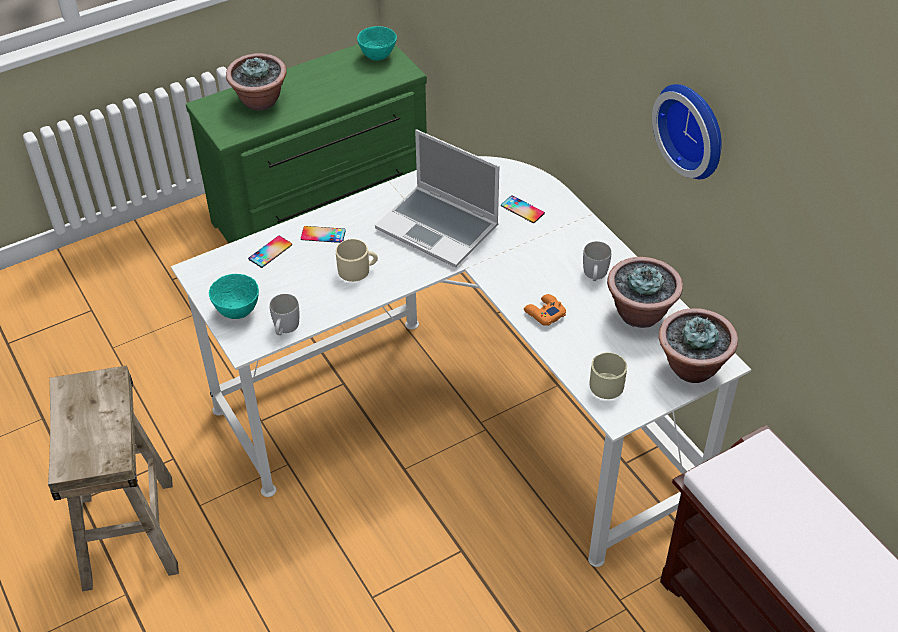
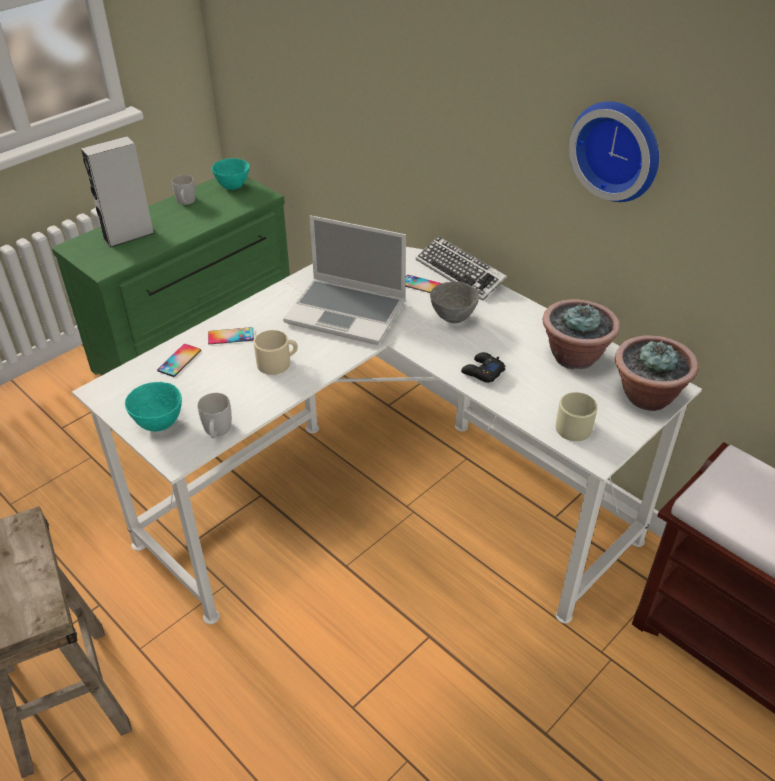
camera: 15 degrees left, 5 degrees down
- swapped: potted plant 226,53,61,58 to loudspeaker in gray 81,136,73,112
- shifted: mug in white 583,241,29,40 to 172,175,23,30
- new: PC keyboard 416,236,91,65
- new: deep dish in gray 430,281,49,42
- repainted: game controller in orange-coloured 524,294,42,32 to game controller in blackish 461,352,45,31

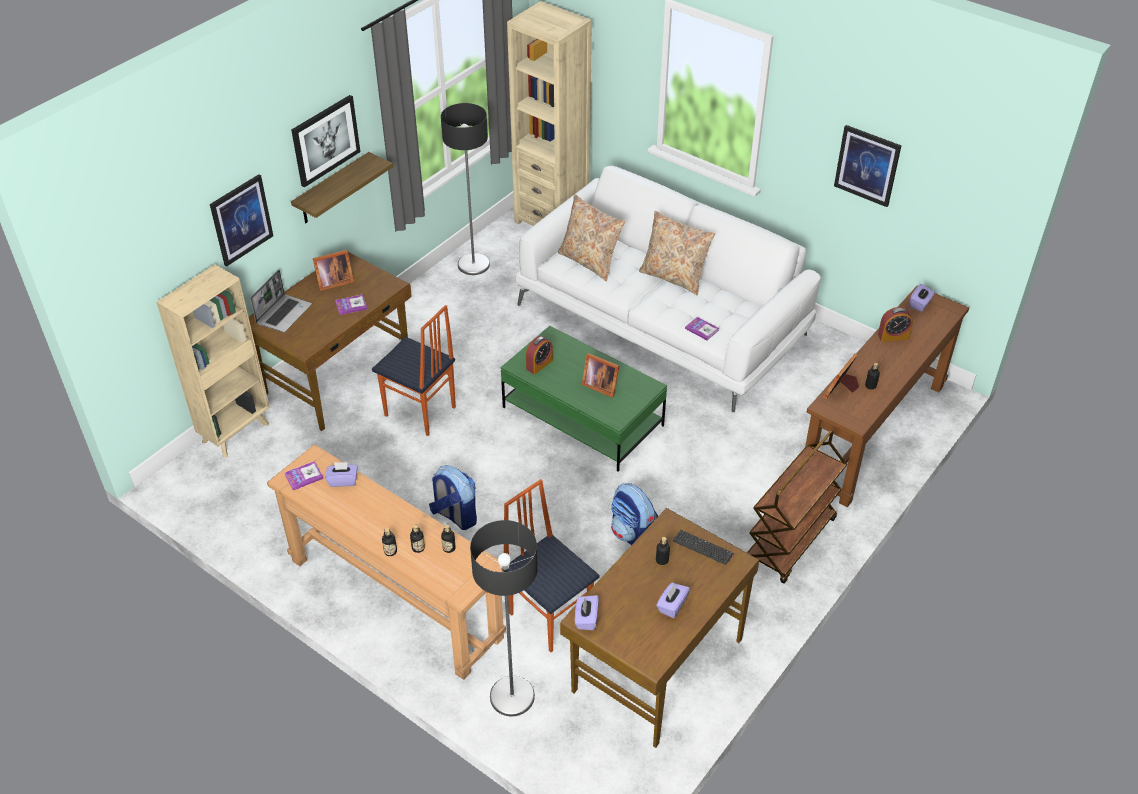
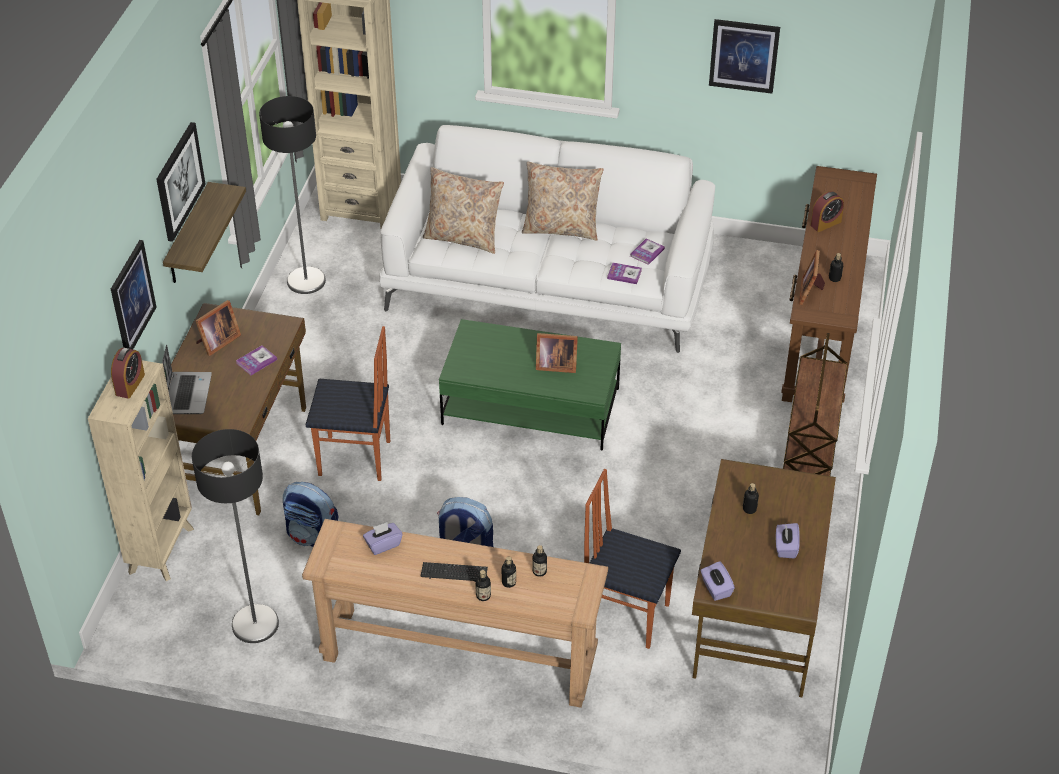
camera: 25 degrees left, 0 degrees up
- shifted: alarm clock 526,336,27,39 to 111,348,34,51
- shifted: standard lamp 470,520,68,196 to 192,429,87,214
- shifted: knapsack 611,483,47,62 to 283,482,55,65
- shifted: PC keyboard 673,530,61,35 to 421,562,67,20
- shifted: volume 285,461,39,29 to 630,238,35,27
- gone: box of tissues in purple 910,284,25,28

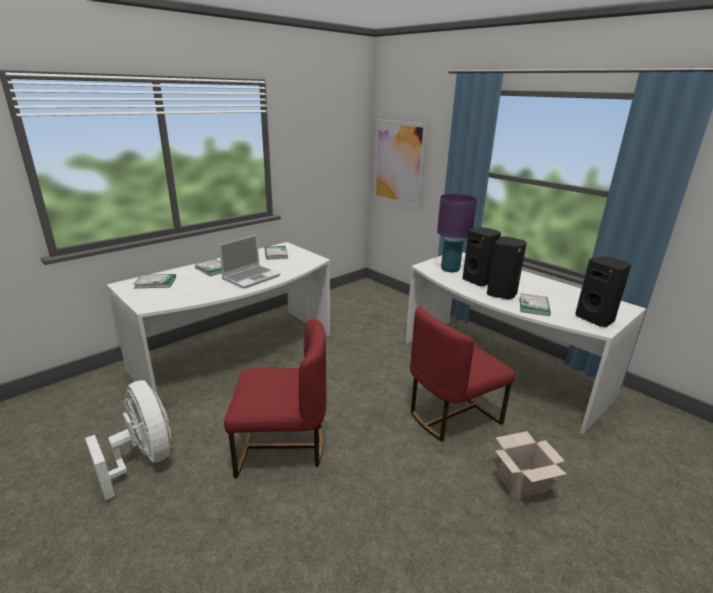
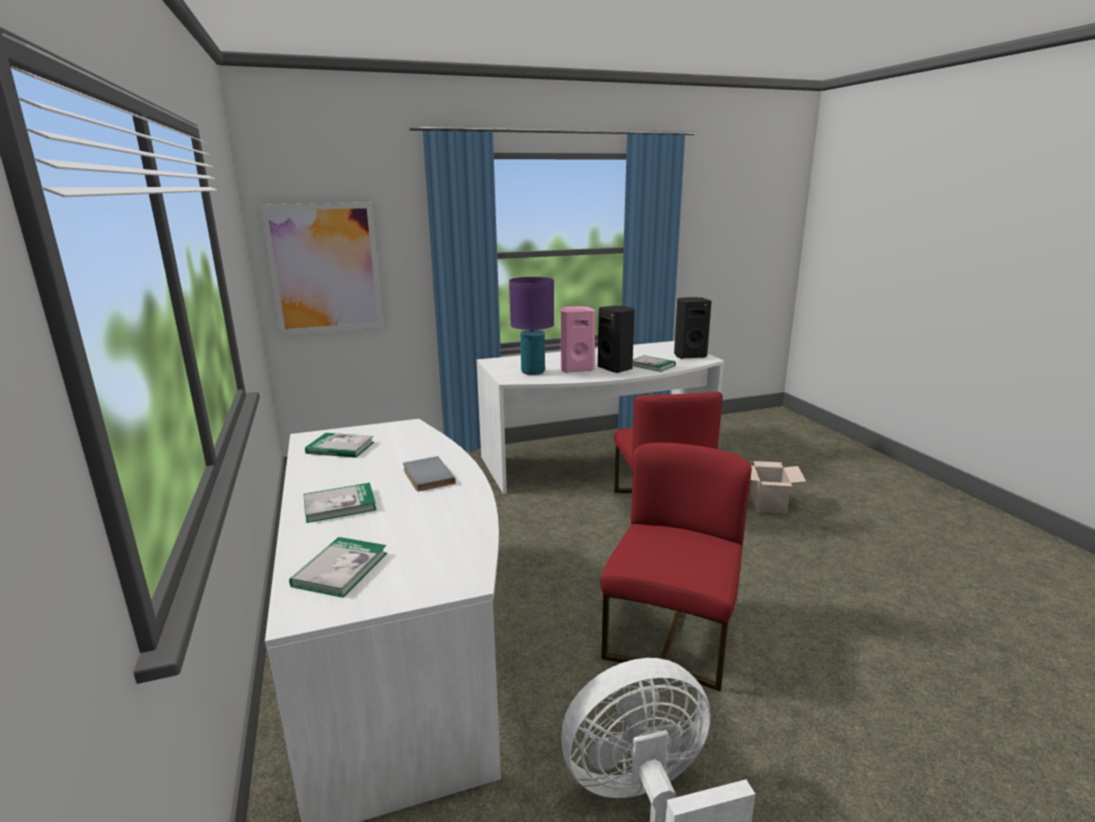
camera: 65 degrees left, 5 degrees down
- swapped: portable computer 219,235,61,54 to volume in gray 403,456,52,35
- repainted: loudspeaker in blackish 462,227,39,59 to loudspeaker in pink 561,306,34,67

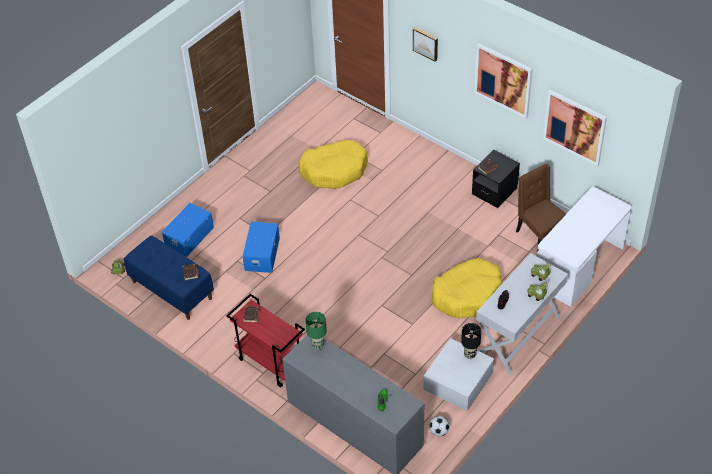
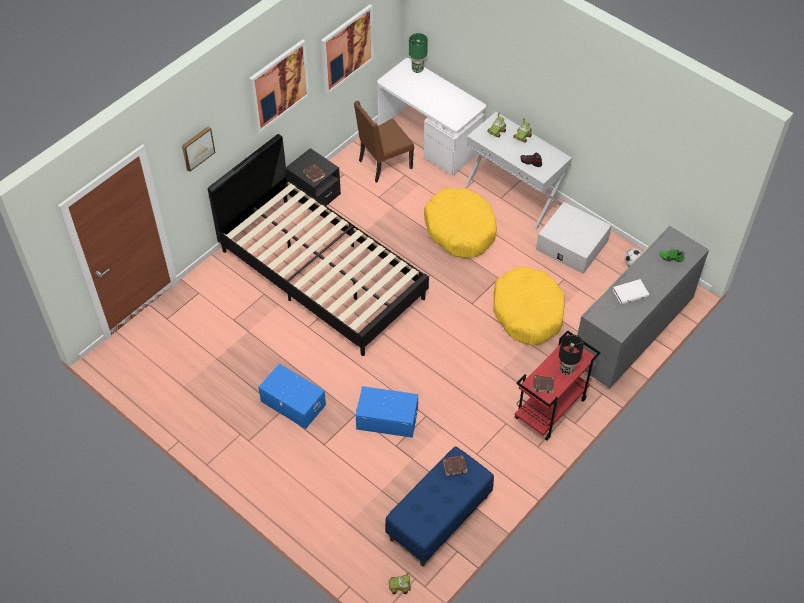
camera: 90 degrees left, 5 degrees up
- new: sleeping bed in blackish 208,134,221,222
- shifted: storage box in blue 162,203,52,54 to 258,363,68,66
- shifted: lamp for a table in green-coloured 305,312,22,38 to 409,33,19,40
- shifted: dog bed in yellowish 298,140,70,49 to 493,266,72,79
- shifted: lamp for a table in blackish 461,323,20,36 to 559,334,25,41
- new: volume in white 613,279,36,26

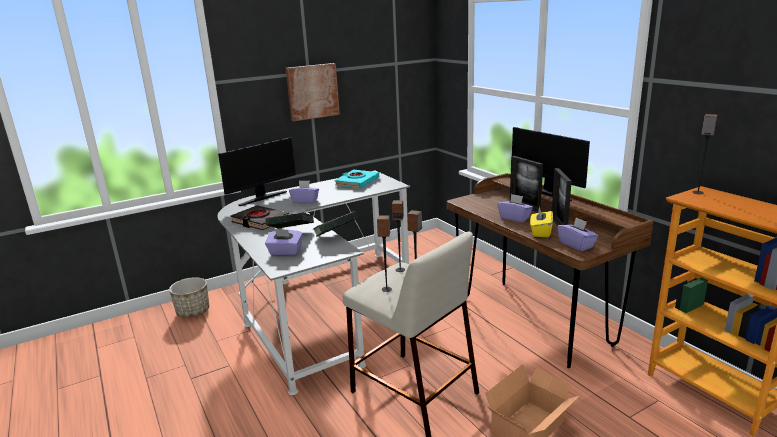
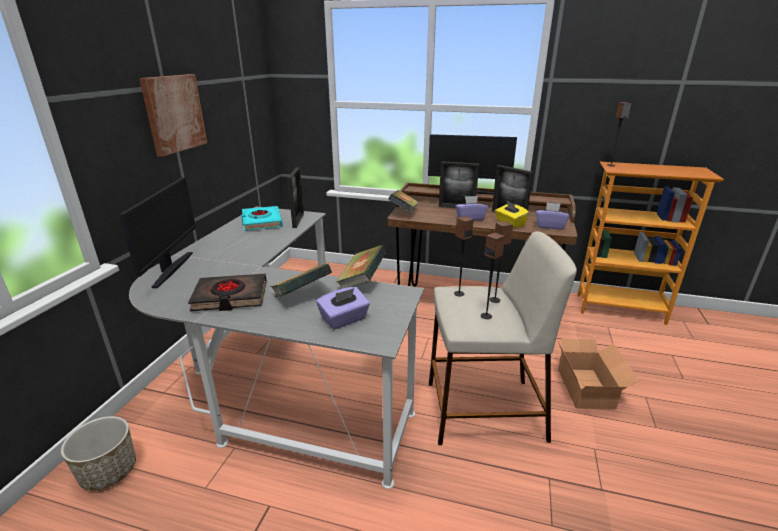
camera: 45 degrees left, 5 degrees up
- new: photo frame 287,167,17,61
- new: volume 388,190,30,23
- gone: box of tissues in purple 289,181,30,22

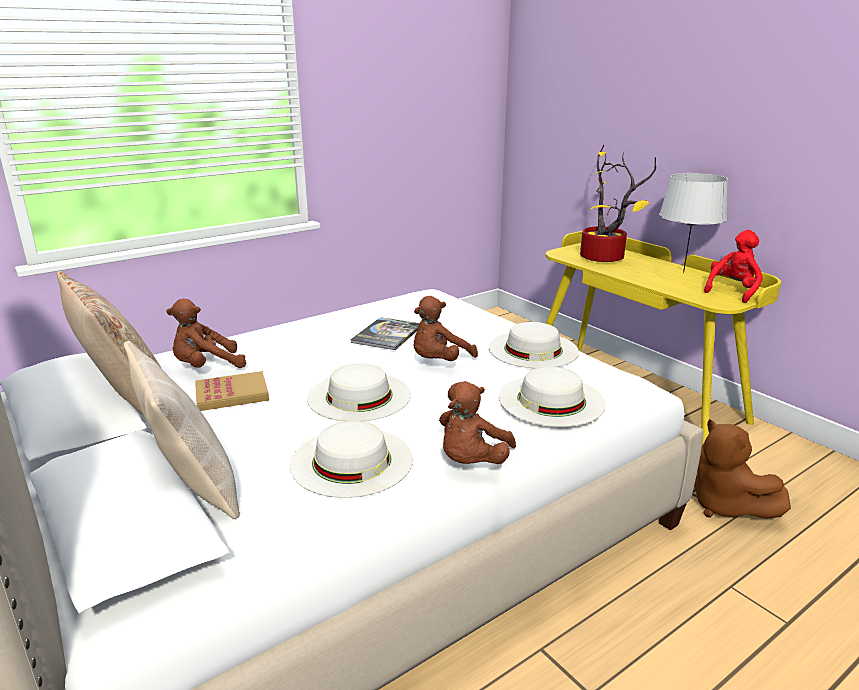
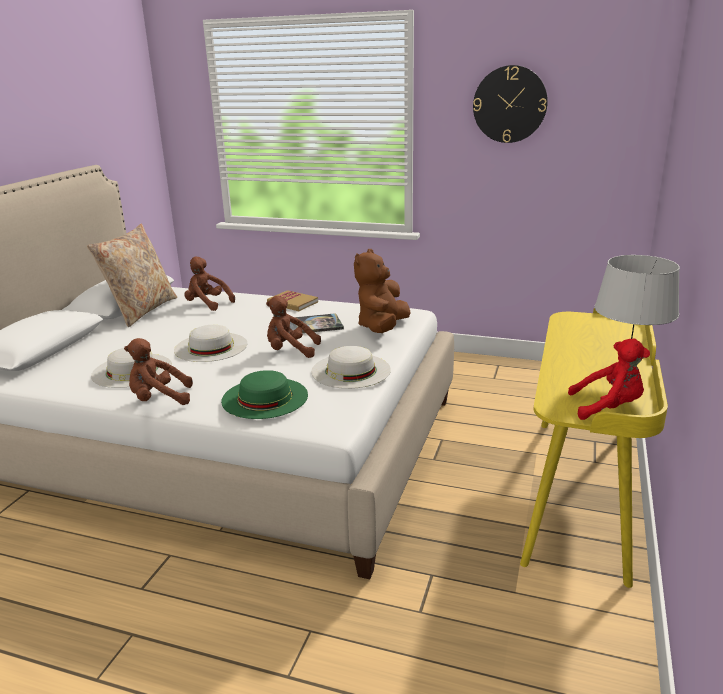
camera: 55 degrees right, 0 degrees up
- repainted: clothing hat in white 499,367,107,60 to clothing hat in green-coloured 221,370,87,49
- shifted: volume 195,371,74,40 to 267,290,51,21
- shifted: soft toy in brownish 694,419,97,100 to 354,249,57,84
- new: wall clock 473,65,75,78
- gone: throw pillow in beige 124,340,116,179
- gone: potted plant 580,145,76,117

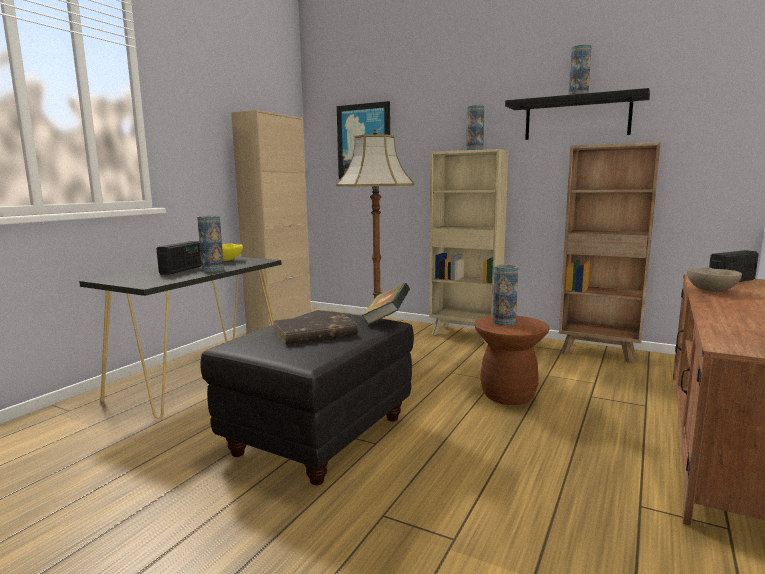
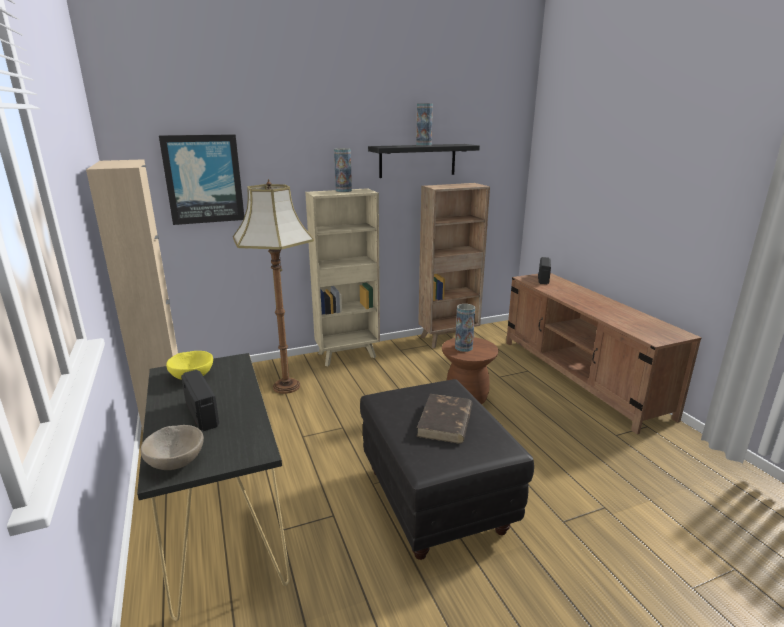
camera: 50 degrees left, 10 degrees up
- shifted: deep dish in beige 687,267,55,25 to 141,425,63,45
- gone: decorative vase 197,216,27,56
- gone: volume 362,283,48,42

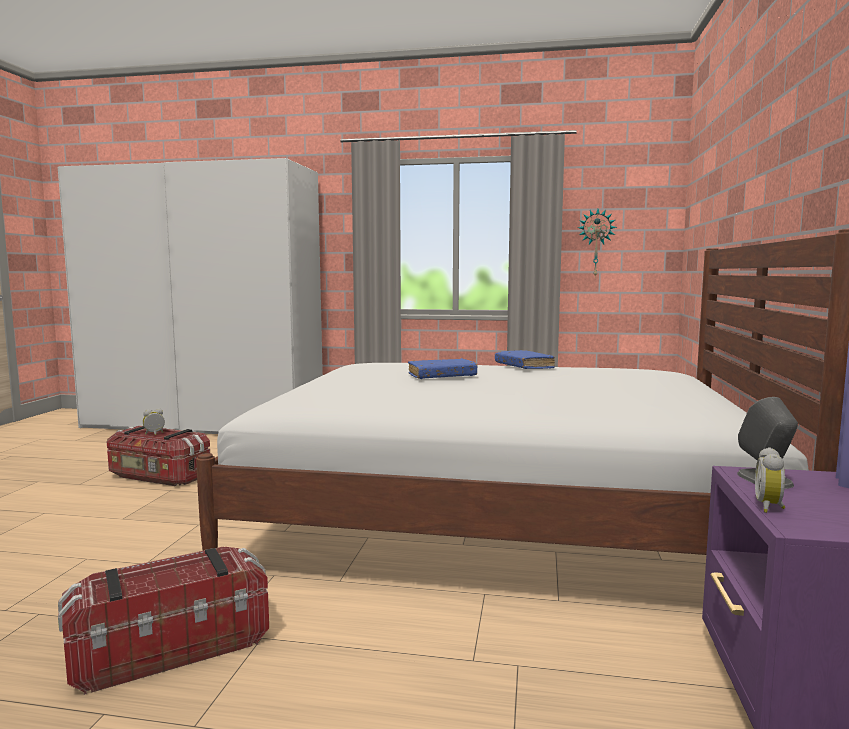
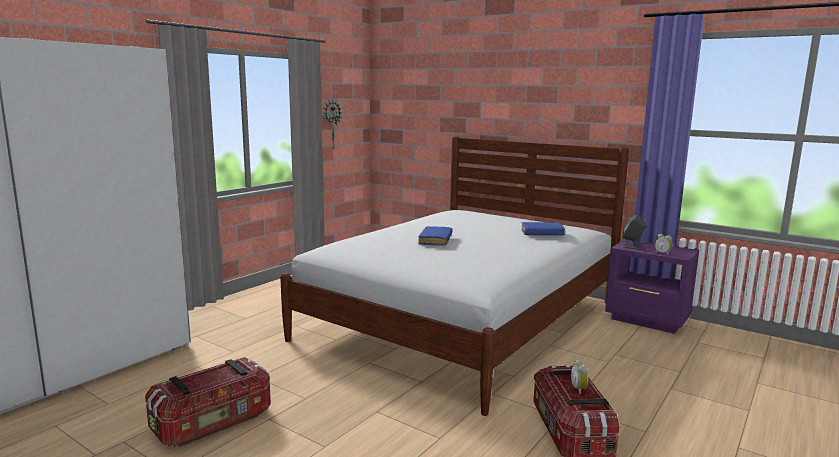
camera: 65 degrees left, 5 degrees up
- shifted: volume in blue 495,350,60,19 to 521,222,44,14
- shifted: alarm clock 143,408,22,27 to 571,360,18,35

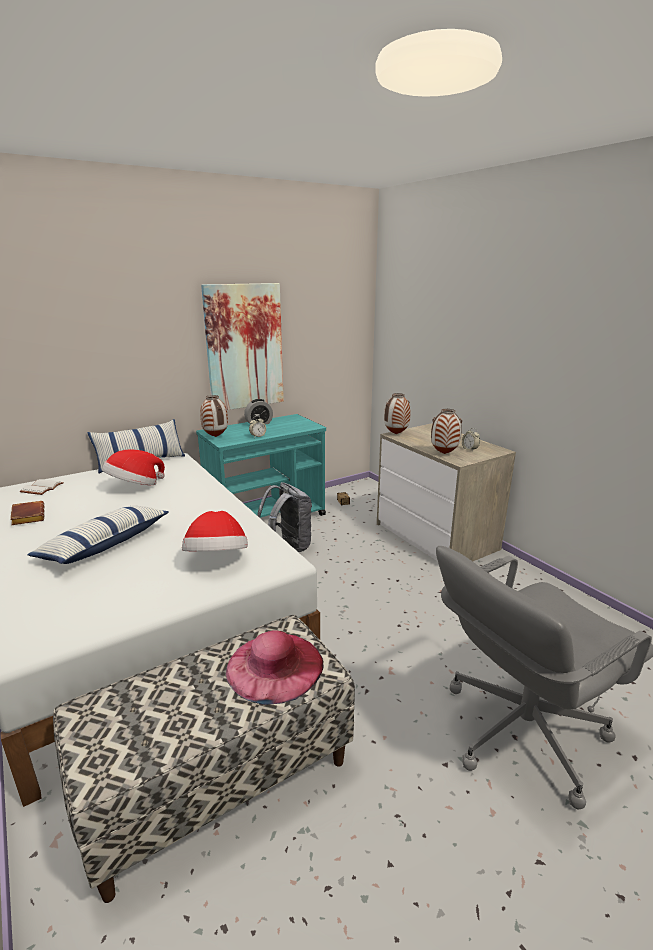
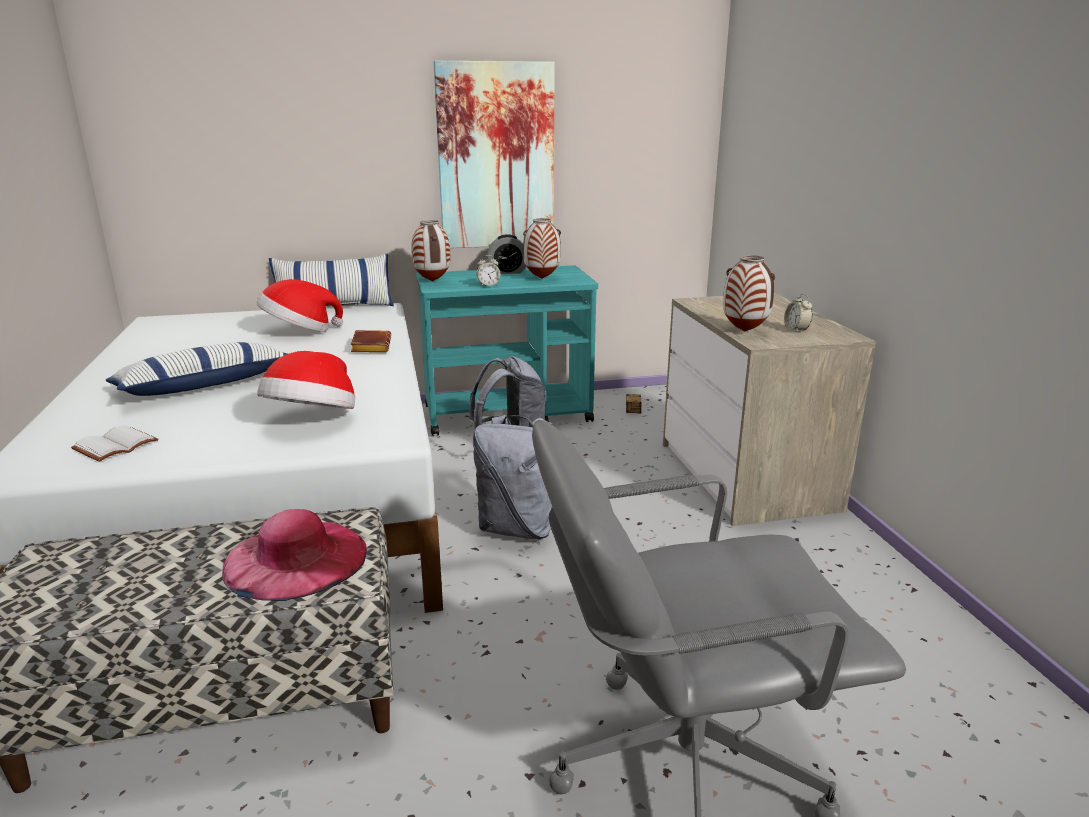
camera: 20 degrees right, 0 degrees up
- shifted: volume in white 19,479,45,16 to 71,425,87,37
- shifted: volume in brownish 10,501,35,24 to 351,330,40,23
- new: knapsack in gray 473,415,81,124
- shifted: decorative vase 384,393,27,41 to 523,218,38,61

